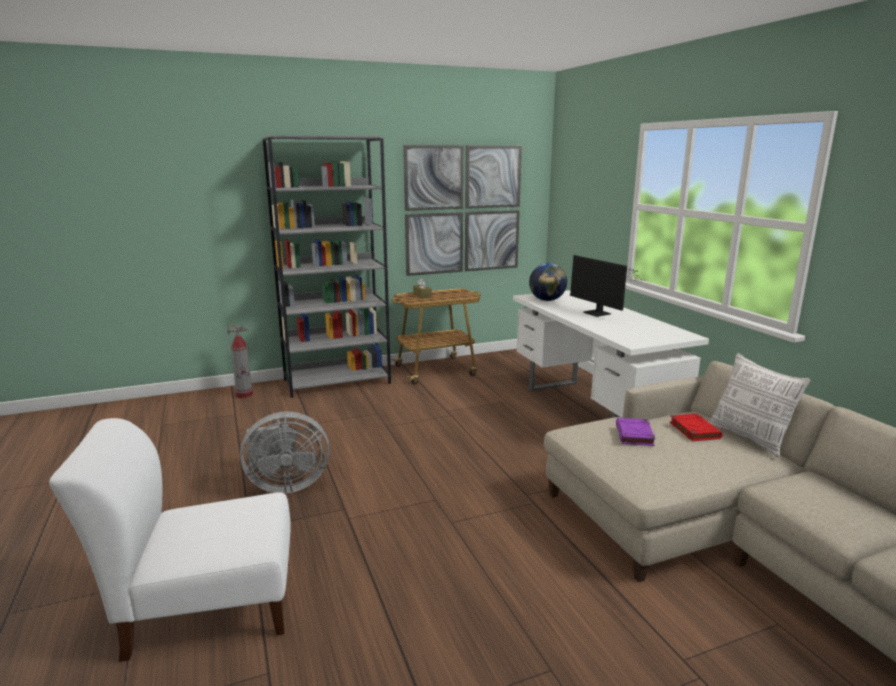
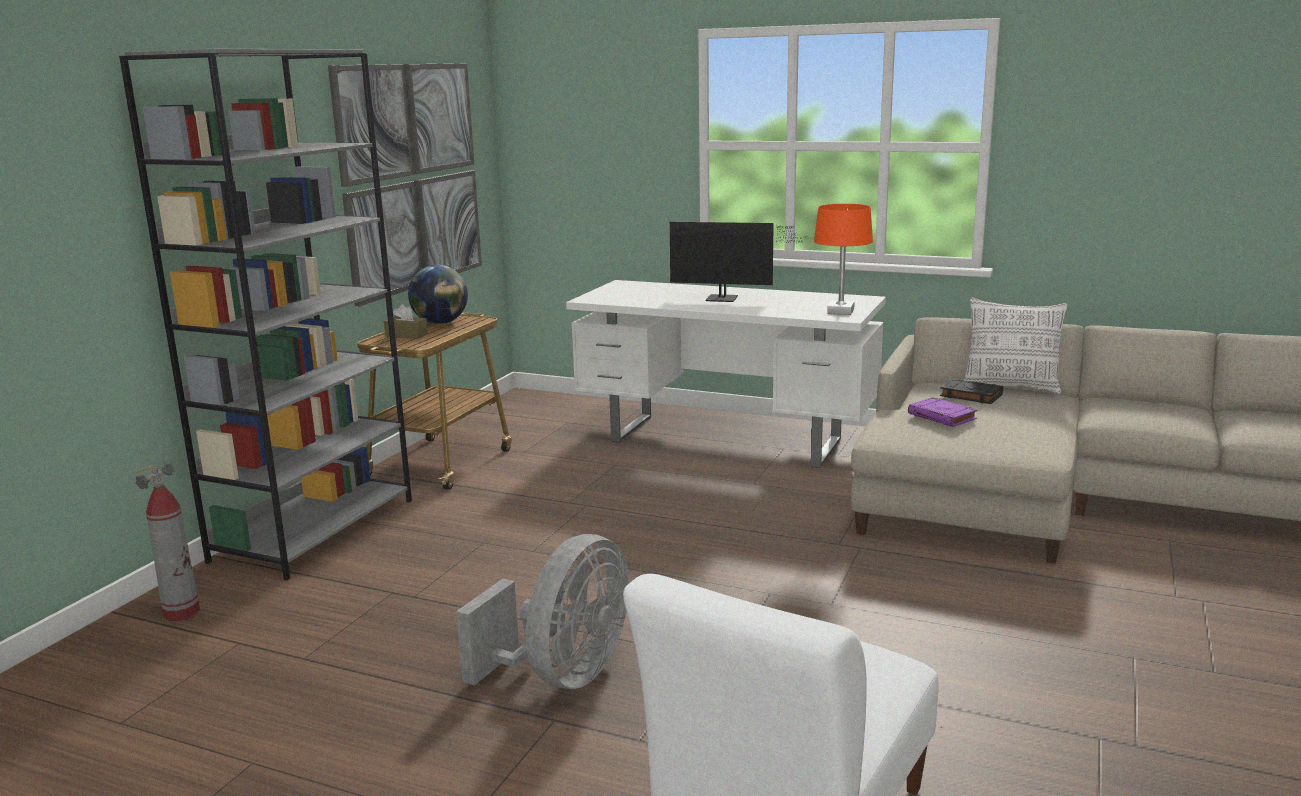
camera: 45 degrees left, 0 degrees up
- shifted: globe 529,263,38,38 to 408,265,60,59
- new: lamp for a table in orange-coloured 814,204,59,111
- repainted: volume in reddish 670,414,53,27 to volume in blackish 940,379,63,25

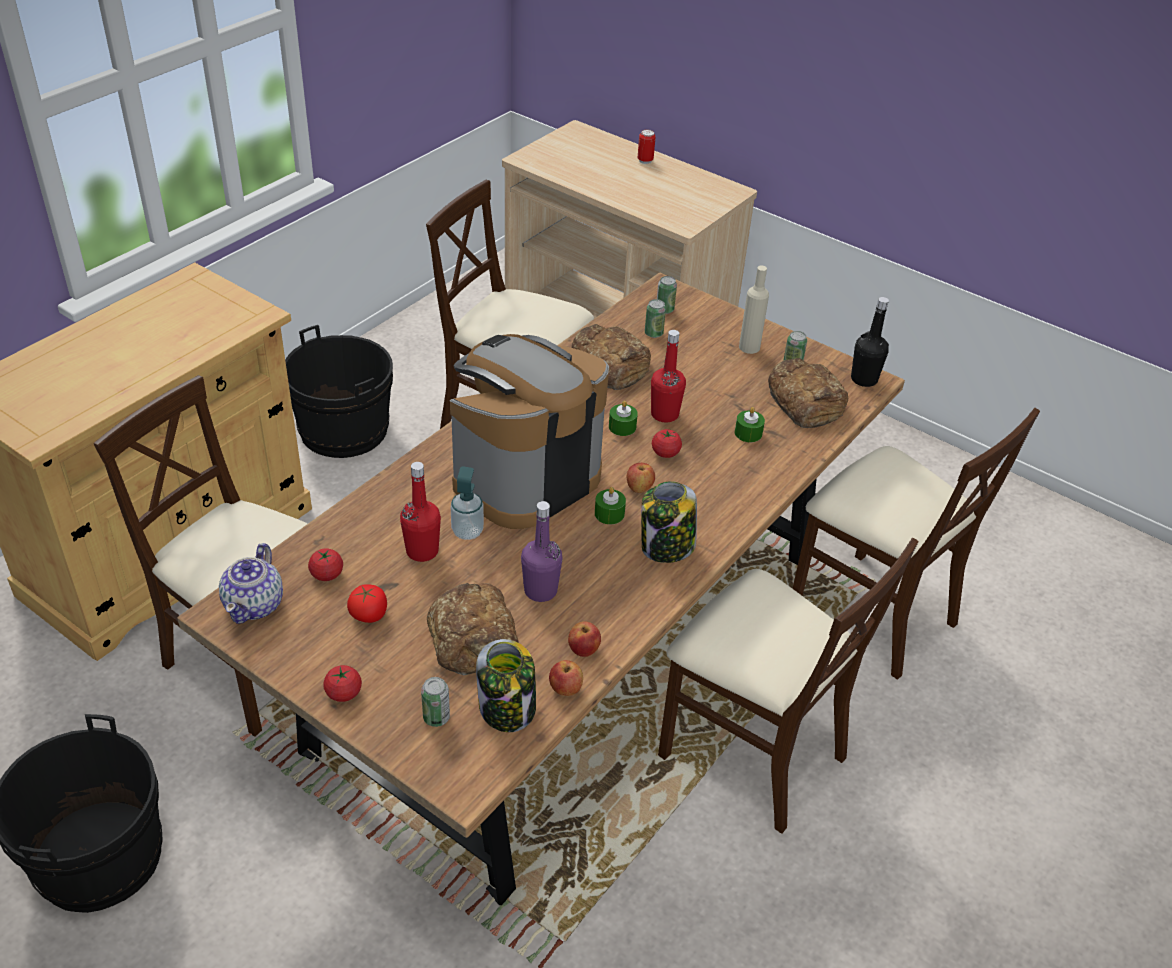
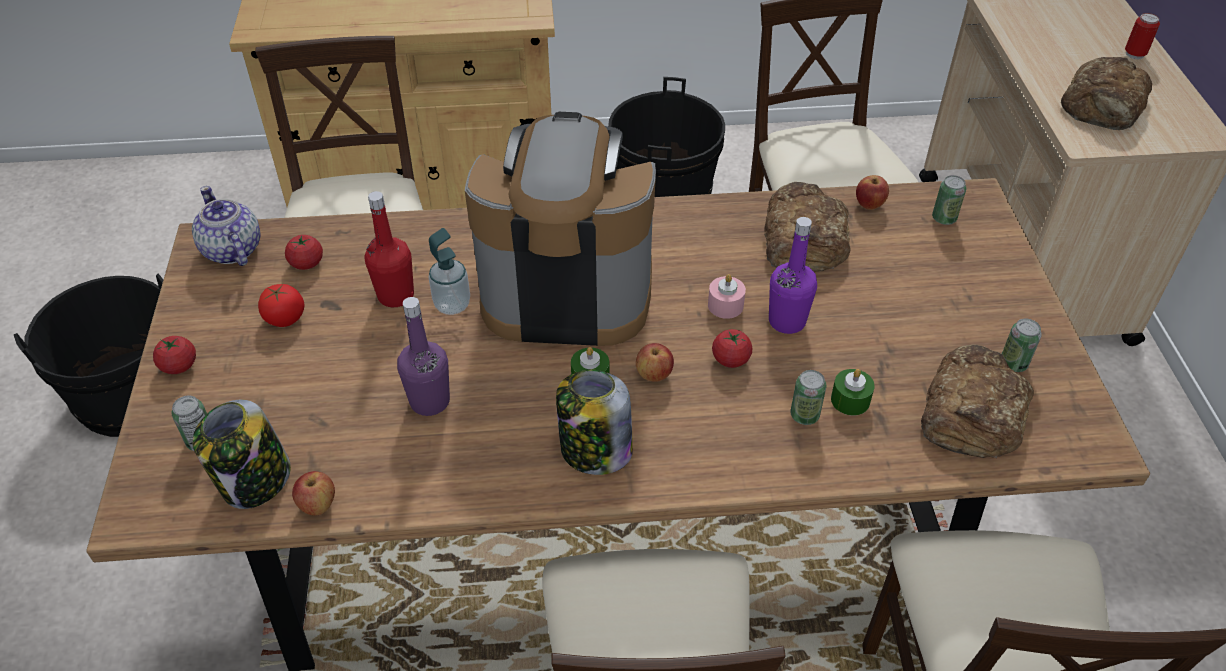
camera: 50 degrees right, 5 degrees up
- rotated: teapot 219,543,64,81 = 192,186,69,80 90 degrees clockwise
- repainted: wax light in green-coloured 609,401,29,35 to wax light in pink 708,274,38,45
- repainted: beverage bottle in reddish 651,330,35,93 to beverage bottle in purple 769,217,48,117
- shifted: metal can 645,299,21,39 to 790,370,36,55
- shifted: apple fruit 568,621,33,36 to 856,175,33,35
- shifted: bread 427,583,91,93 to 1061,57,91,73
- gone: beverage bottle in beige 739,266,30,88
- gone: beverage bottle in blackish 851,297,38,90

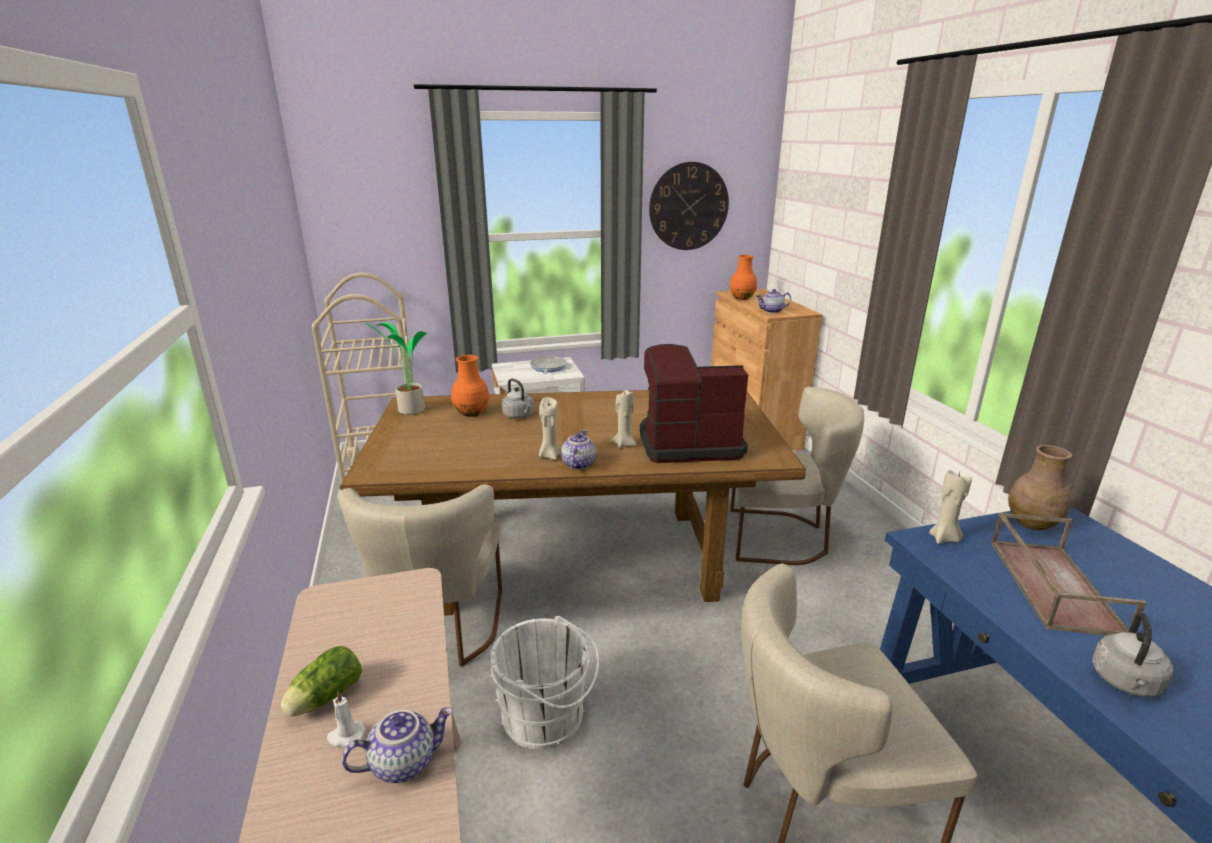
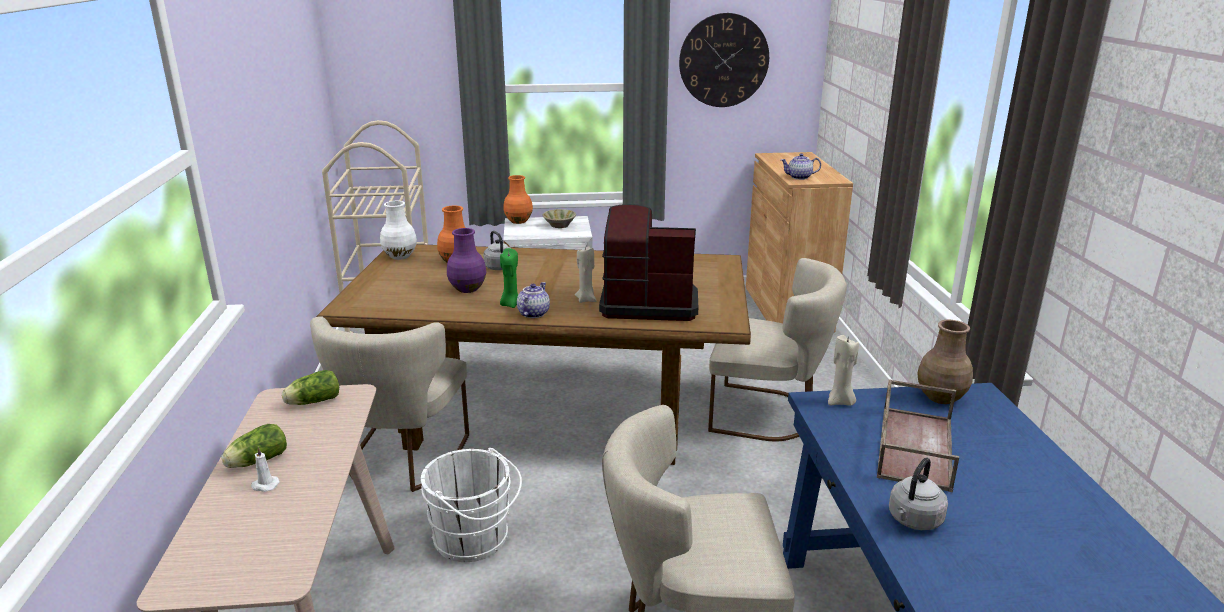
camera: 10 degrees right, 0 degrees up
- new: head of lettuce 282,370,57,35
- swapped: potted plant 365,322,62,93 to decorative vase in white 380,201,37,59
- new: decorative vase in purple 447,228,39,65
- repainted: wax light in beige 539,397,22,63 to wax light in green-coloured 500,248,18,60
- shifted: decorative vase in orange-coloured 730,255,27,45 to 503,175,30,49
- swapped: skillet 530,356,37,18 to deep dish in beige 542,209,34,19
- gone: teapot 342,707,111,76

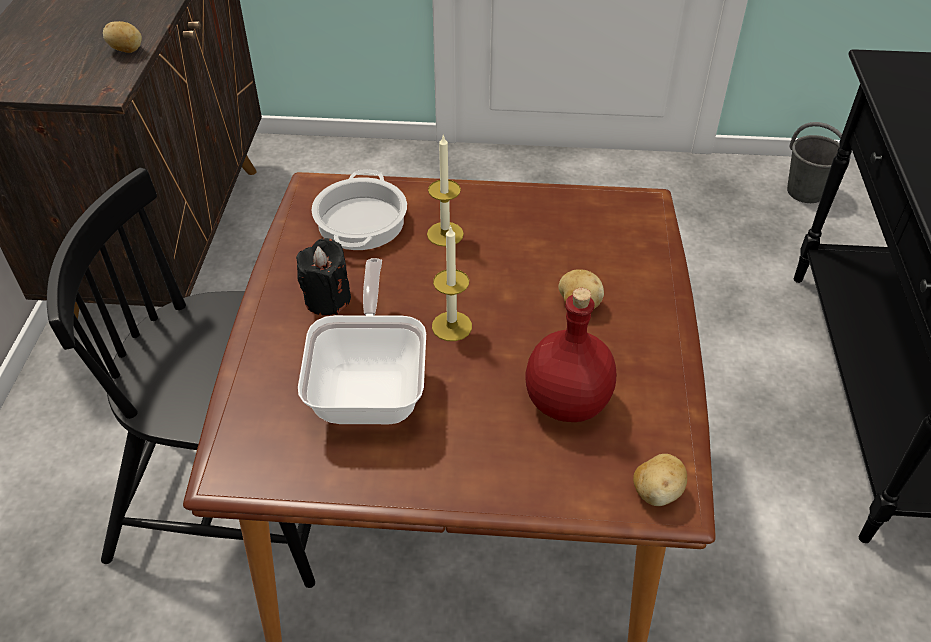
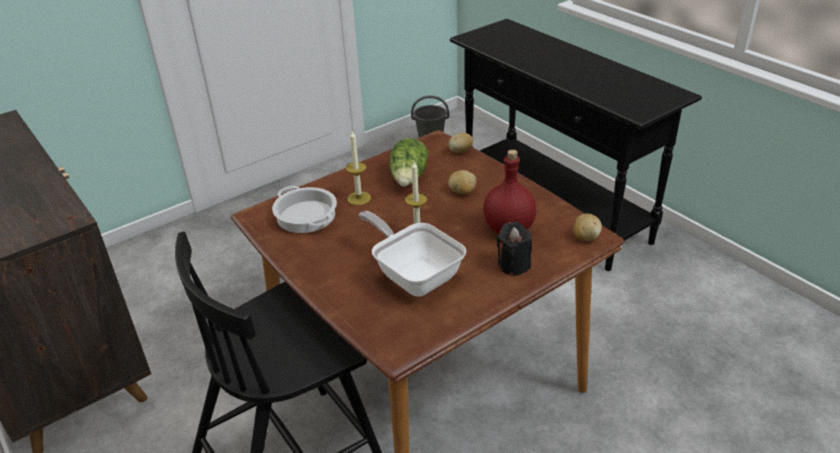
camera: 40 degrees left, 10 degrees down
- new: head of lettuce 389,138,39,49
- shifted: whole potato 103,21,39,32 to 448,133,25,20
- shifted: wax light in blackish 296,238,55,77 to 496,222,36,53

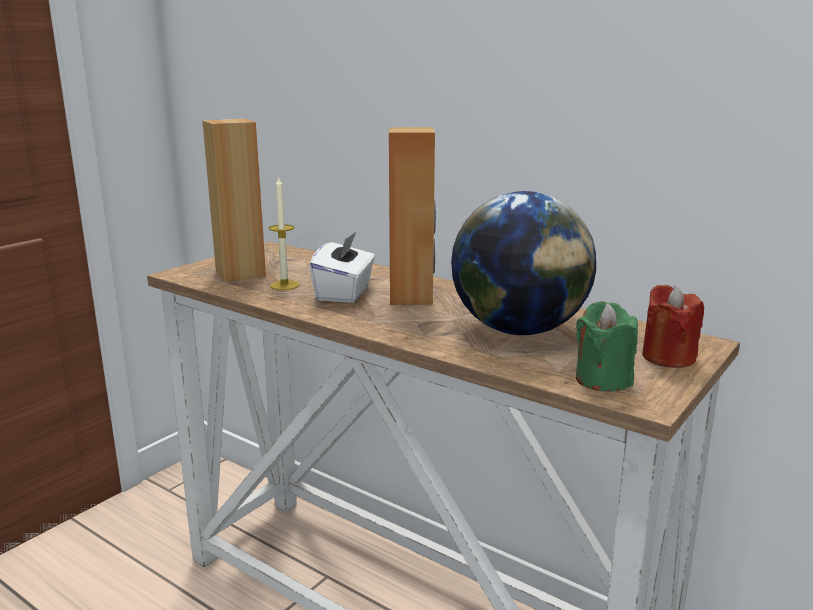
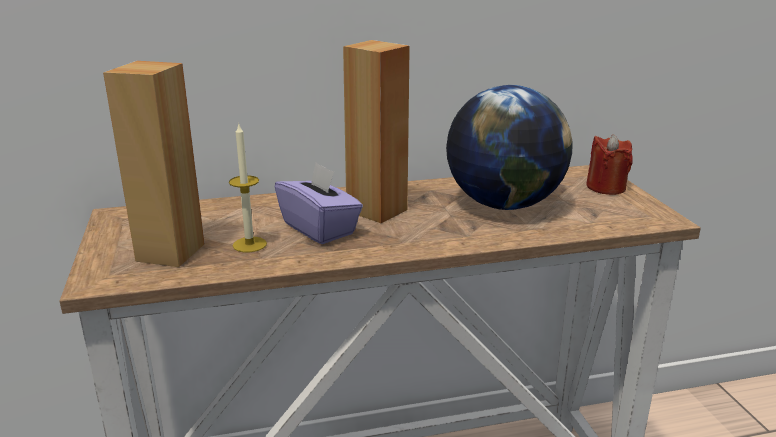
camera: 50 degrees left, 5 degrees up
- repainted: box of tissues in white 309,231,66,72 to box of tissues in purple 275,162,88,82
- gone: wax light in green-coloured 576,301,62,91

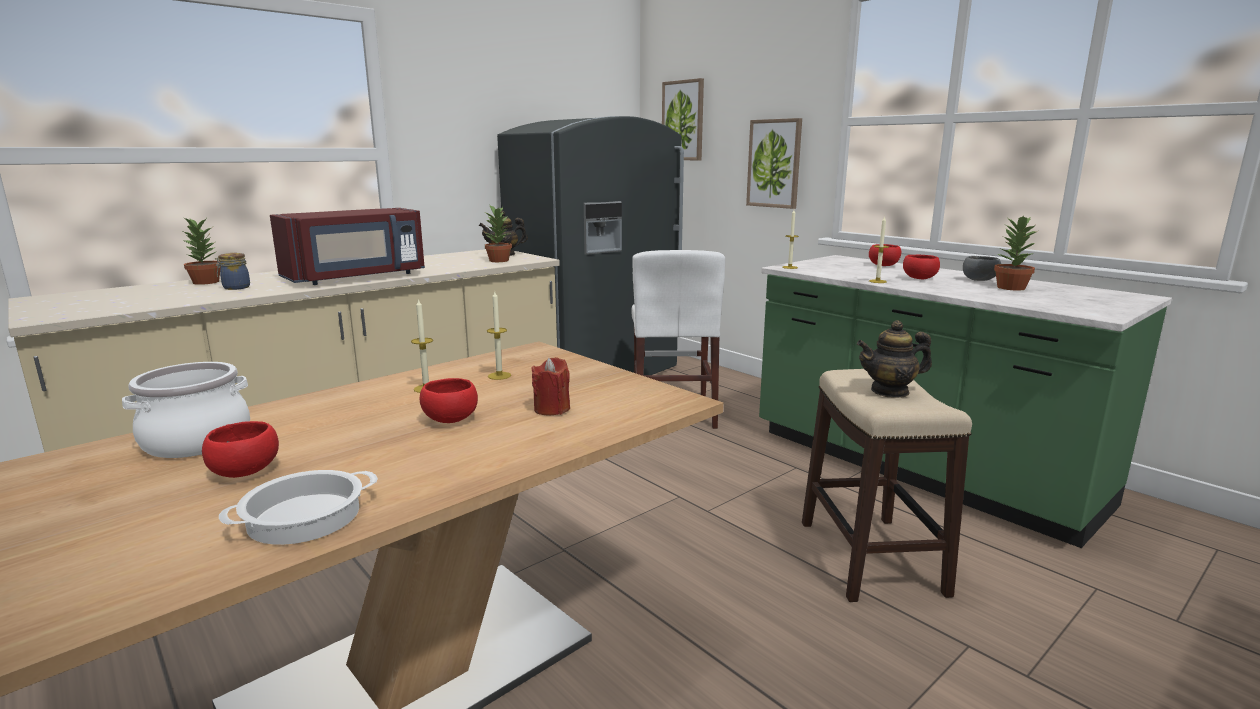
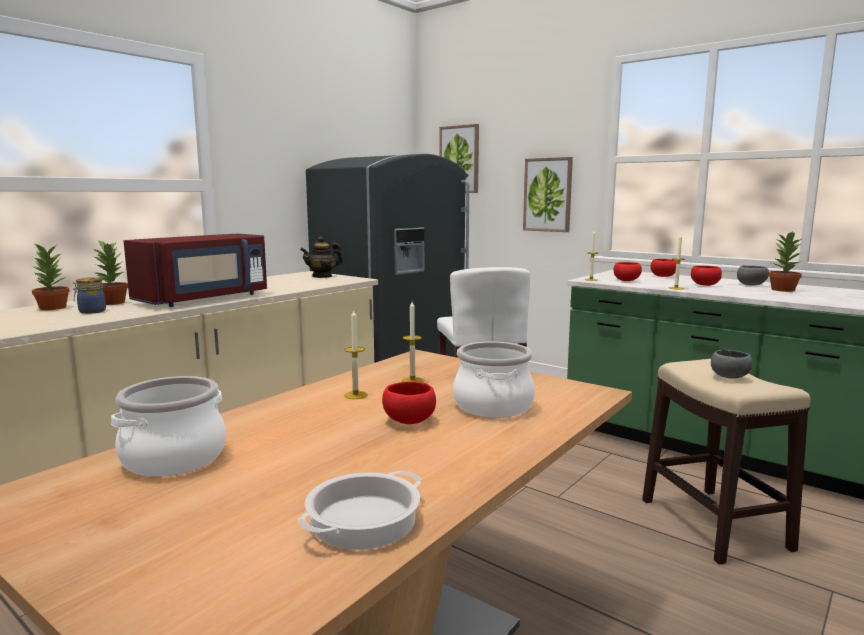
camera: 10 degrees left, 5 degrees down
- shifted: potted plant 484,204,28,58 to 93,240,35,65
- swapped: wax light in reddish 531,357,39,58 to cooking pot 453,342,82,76
- shifted: deep dish in reddish 202,421,77,57 to 614,262,28,19
- swapped: teapot 857,320,75,78 to deep dish in gray 711,350,41,29

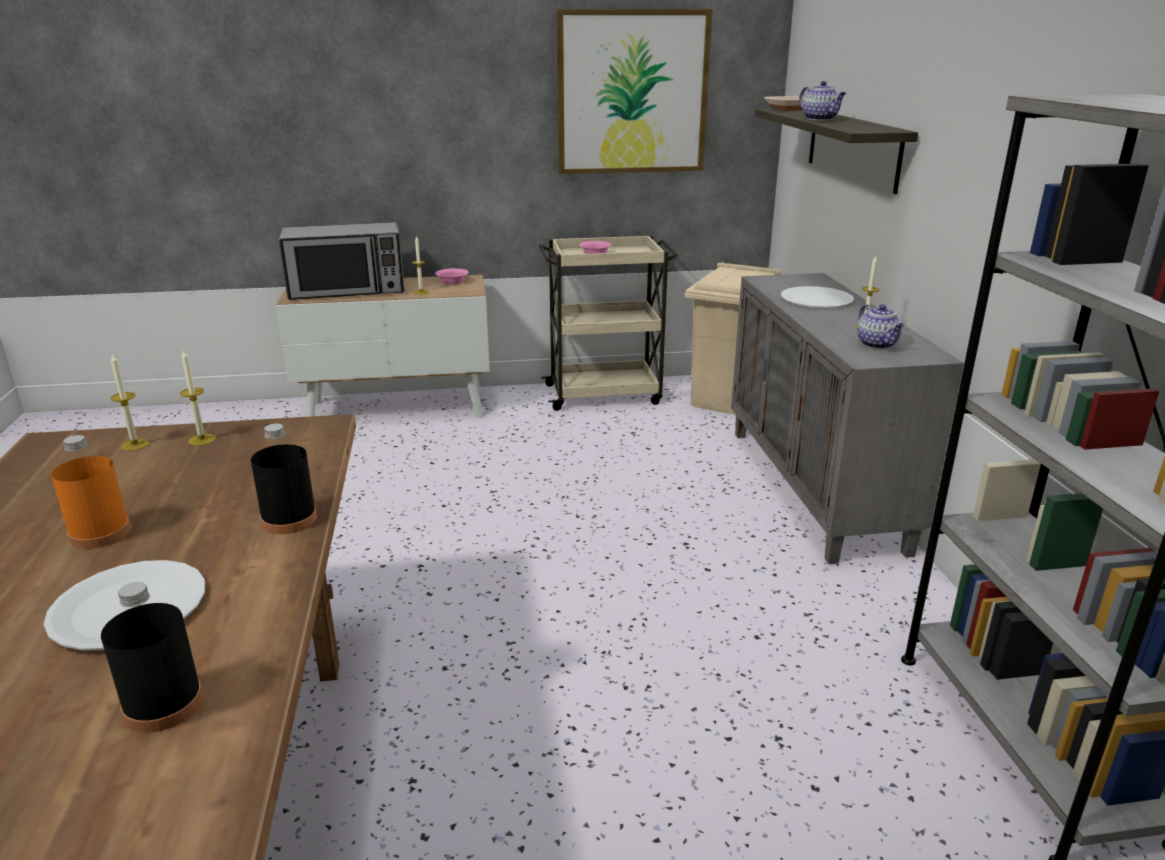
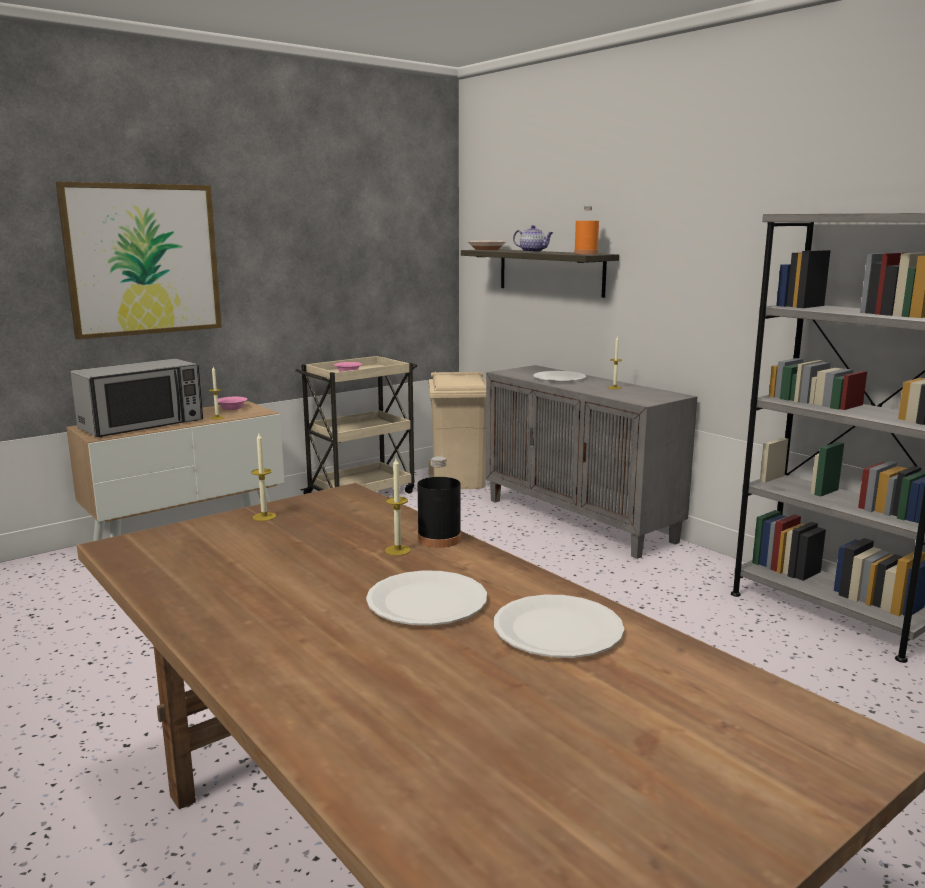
camera: 30 degrees left, 10 degrees down
- shifted: picture 556,9,157,165 to 56,181,166,159
- shifted: wax light 110,353,39,98 to 385,458,26,98
- swapped: beverage bottle in blackish 101,582,102,151 to dinner plate in white 494,595,130,63
- shifted: beverage bottle in orange-coloured 51,435,80,114 to 574,206,25,48
- gone: teapot 857,304,47,45

